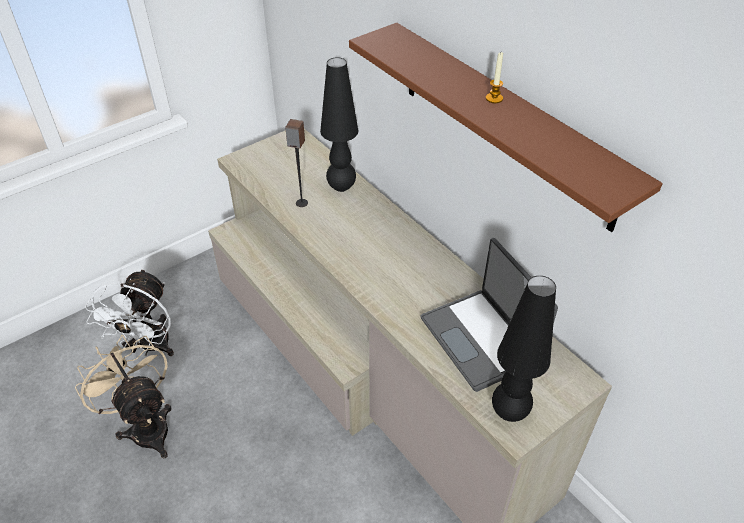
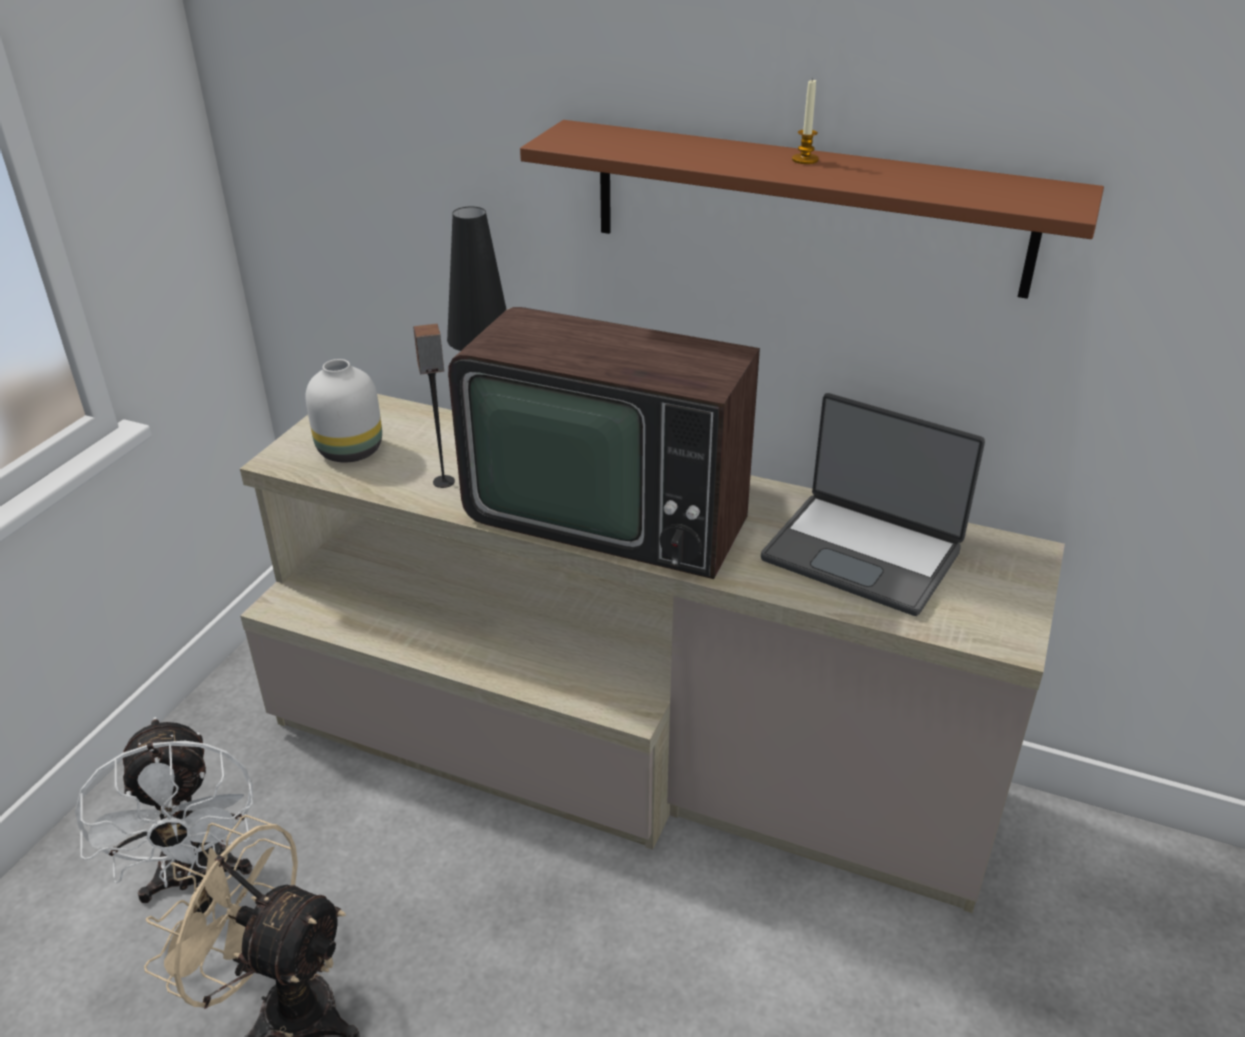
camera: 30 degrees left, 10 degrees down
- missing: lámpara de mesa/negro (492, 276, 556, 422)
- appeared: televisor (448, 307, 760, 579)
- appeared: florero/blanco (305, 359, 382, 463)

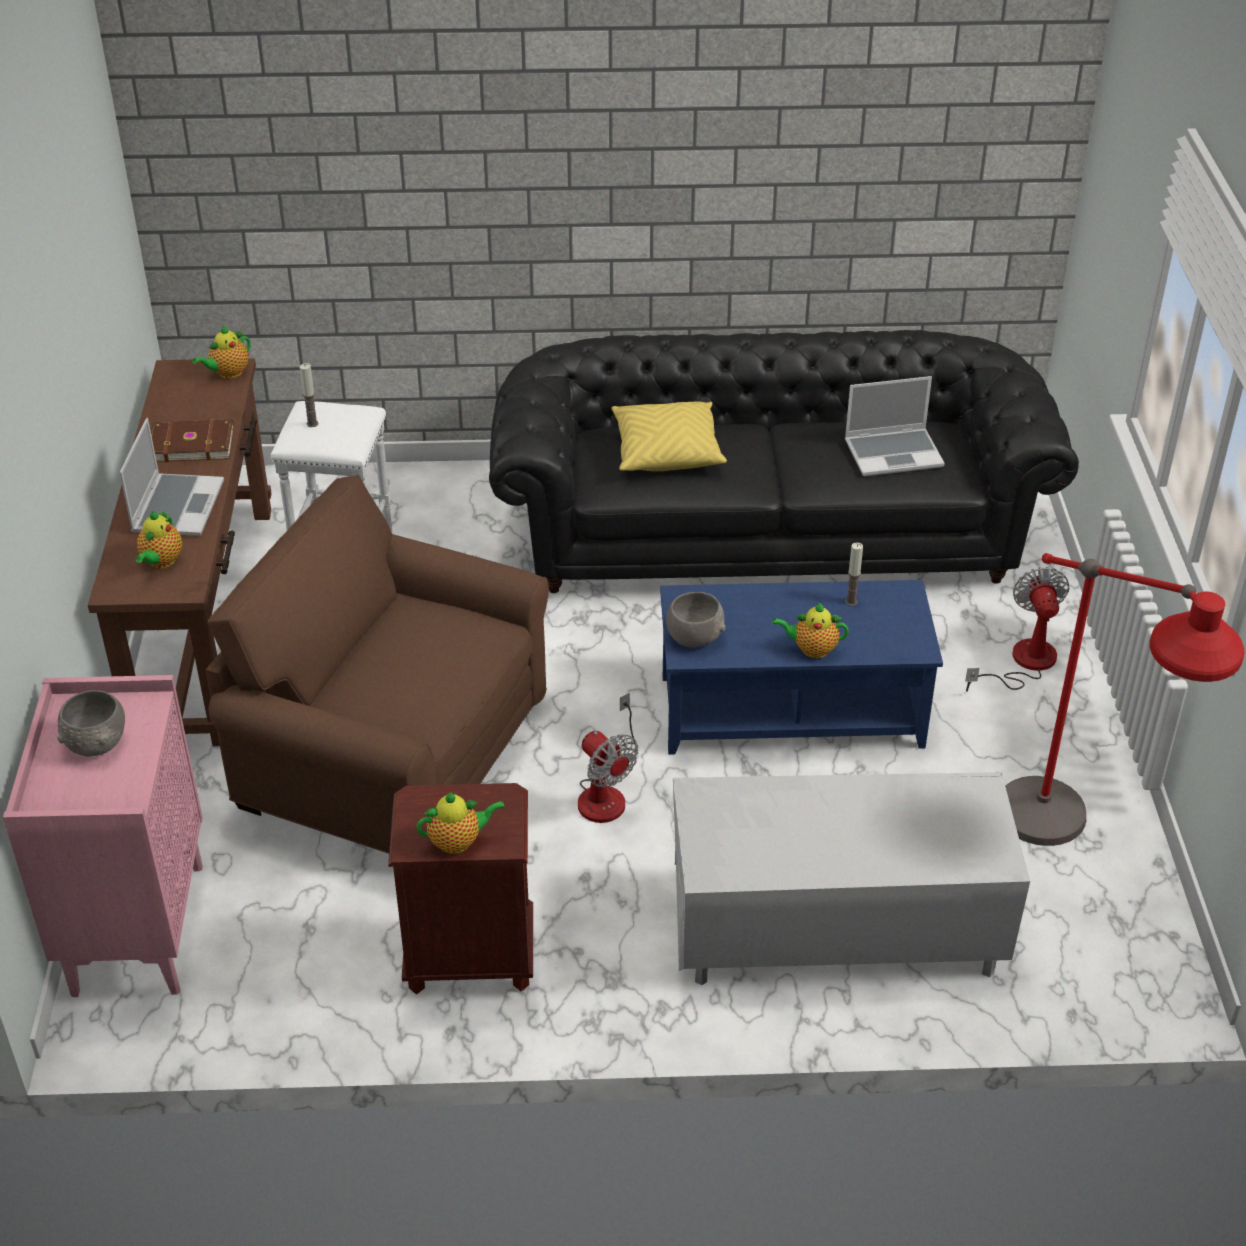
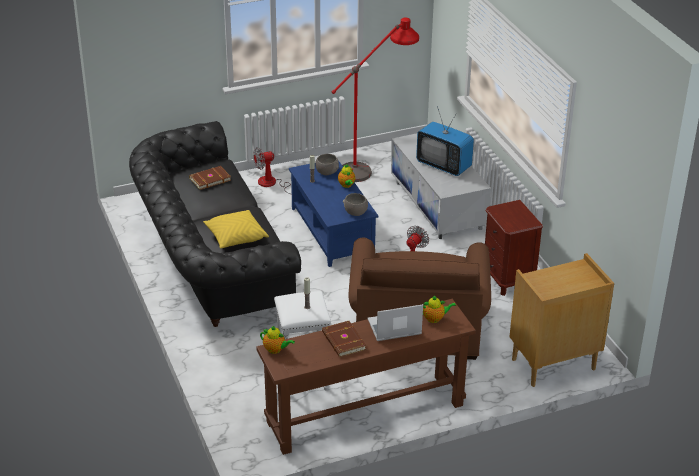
camera: 110 degrees left, 5 degrees down
- exchanged: portátil (845, 376, 945, 476) to libro/marrón (189, 166, 231, 190)
- colour: armario/rosa (3, 675, 203, 997) to armario/marrón (509, 253, 614, 387)
- relocated: cuenco/gris (57, 690, 125, 757) to (315, 154, 339, 175)
- missing: tetera (417, 792, 505, 854)
- appeared: televisor (416, 106, 474, 176)

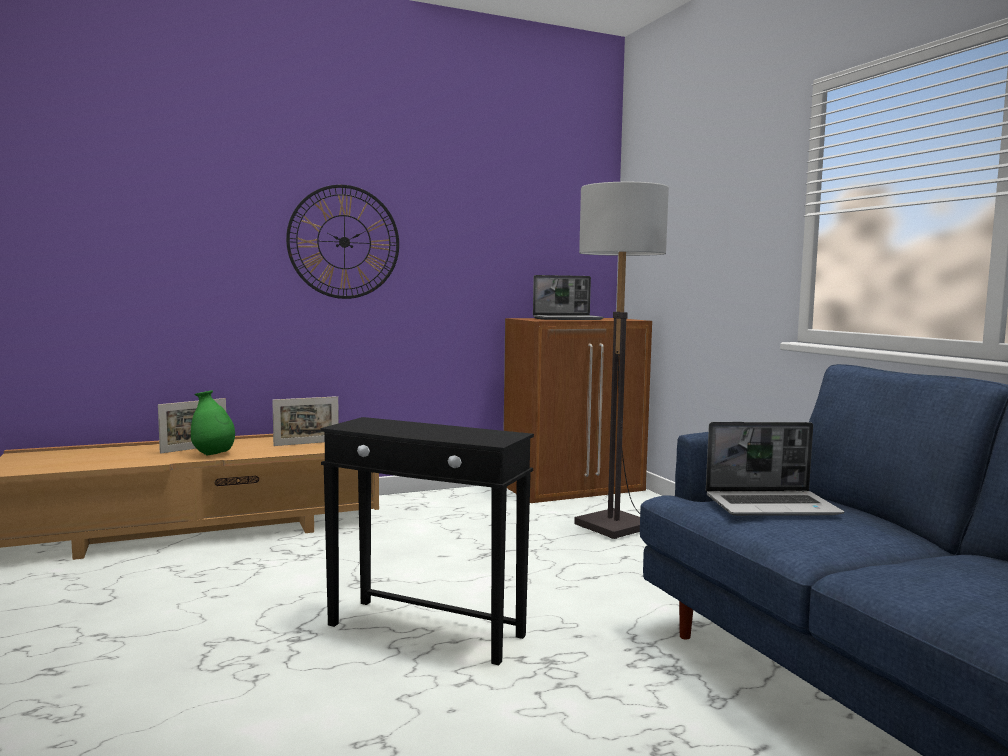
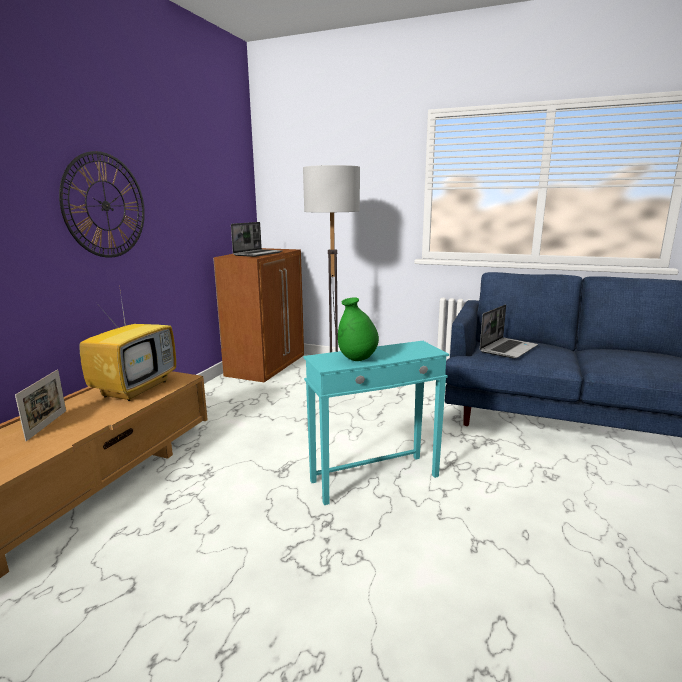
camera: 45 degrees left, 10 degrees up
- relocated: florero/verde (191, 390, 235, 455) to (338, 297, 379, 361)
- exchanged: portarretratos (272, 396, 339, 446) to televisor (79, 285, 176, 401)
- colour: mesa auxiliar/negro (320, 417, 534, 665) to mesa auxiliar/turquesa (304, 341, 449, 505)

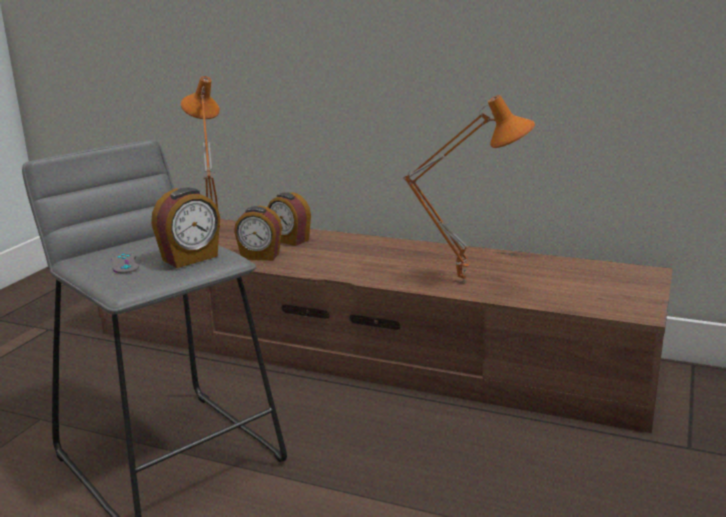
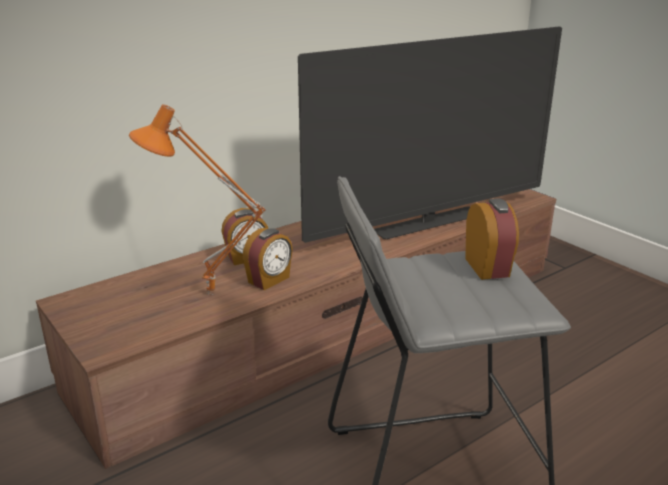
camera: 60 degrees left, 5 degrees up
- exchanged: lámpara de mesa/naranja (403, 95, 535, 283) to televisor (298, 27, 562, 243)
- missing: mando de consola/gris (111, 252, 139, 273)

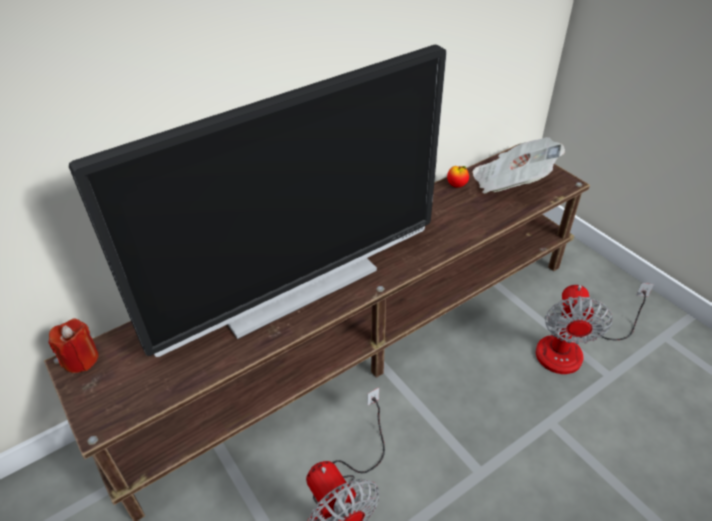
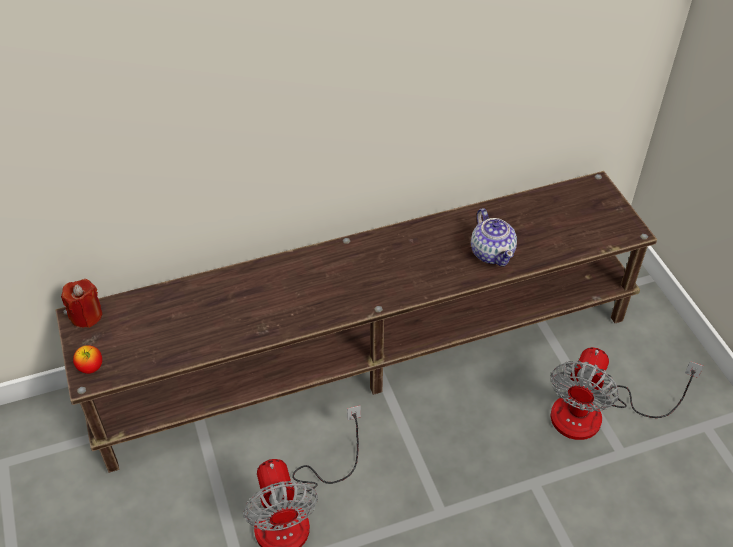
camera: 15 degrees right, 5 degrees up
- missing: televisor (69, 44, 447, 357)
- missing: periódico (472, 137, 565, 194)
- relocated: manzana (447, 166, 469, 188) to (73, 345, 102, 374)
- appeared: tetera (471, 208, 517, 266)

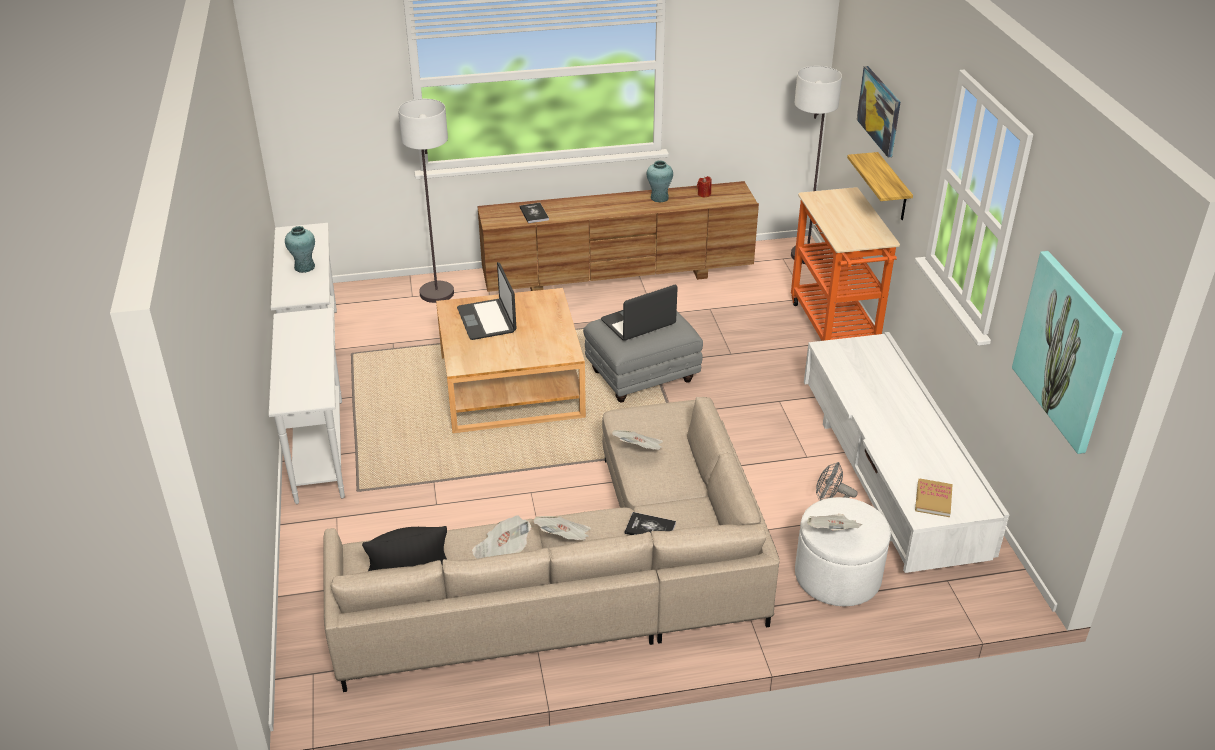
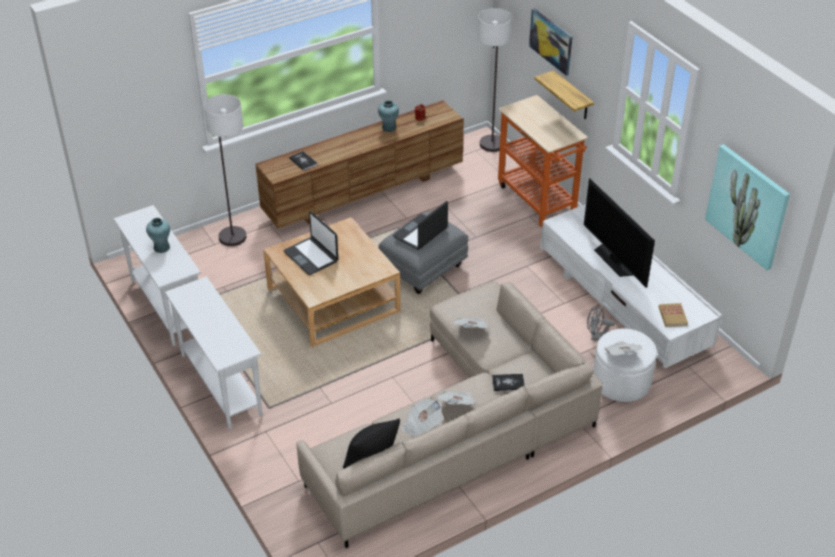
camera: 20 degrees left, 5 degrees up
- appeared: televisor (584, 178, 655, 288)

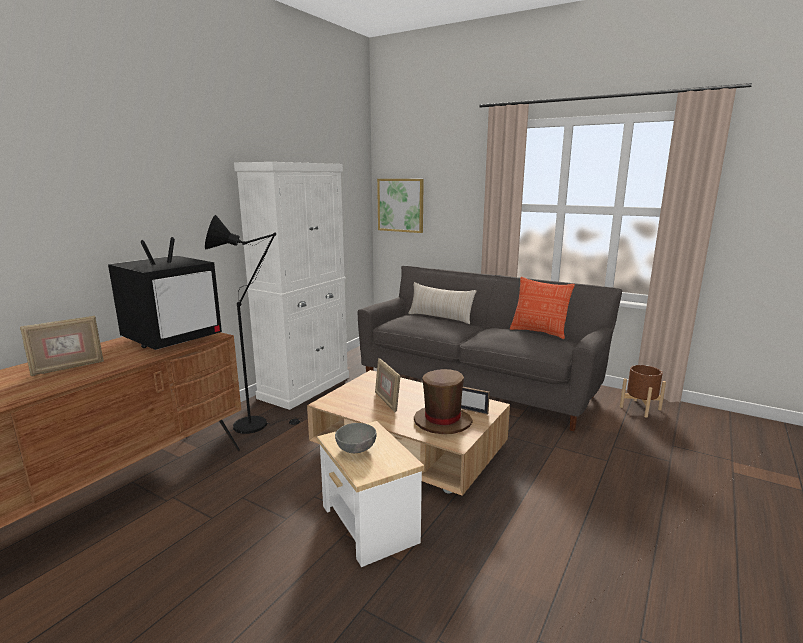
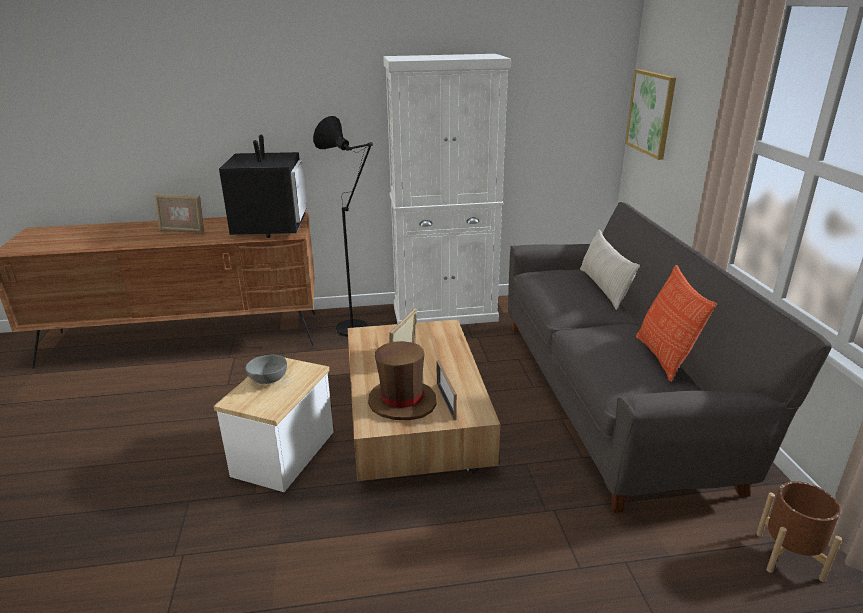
camera: 50 degrees right, 10 degrees up
- spun: televisor (108, 237, 222, 350) = (219, 135, 307, 238) 90 degrees counterclockwise

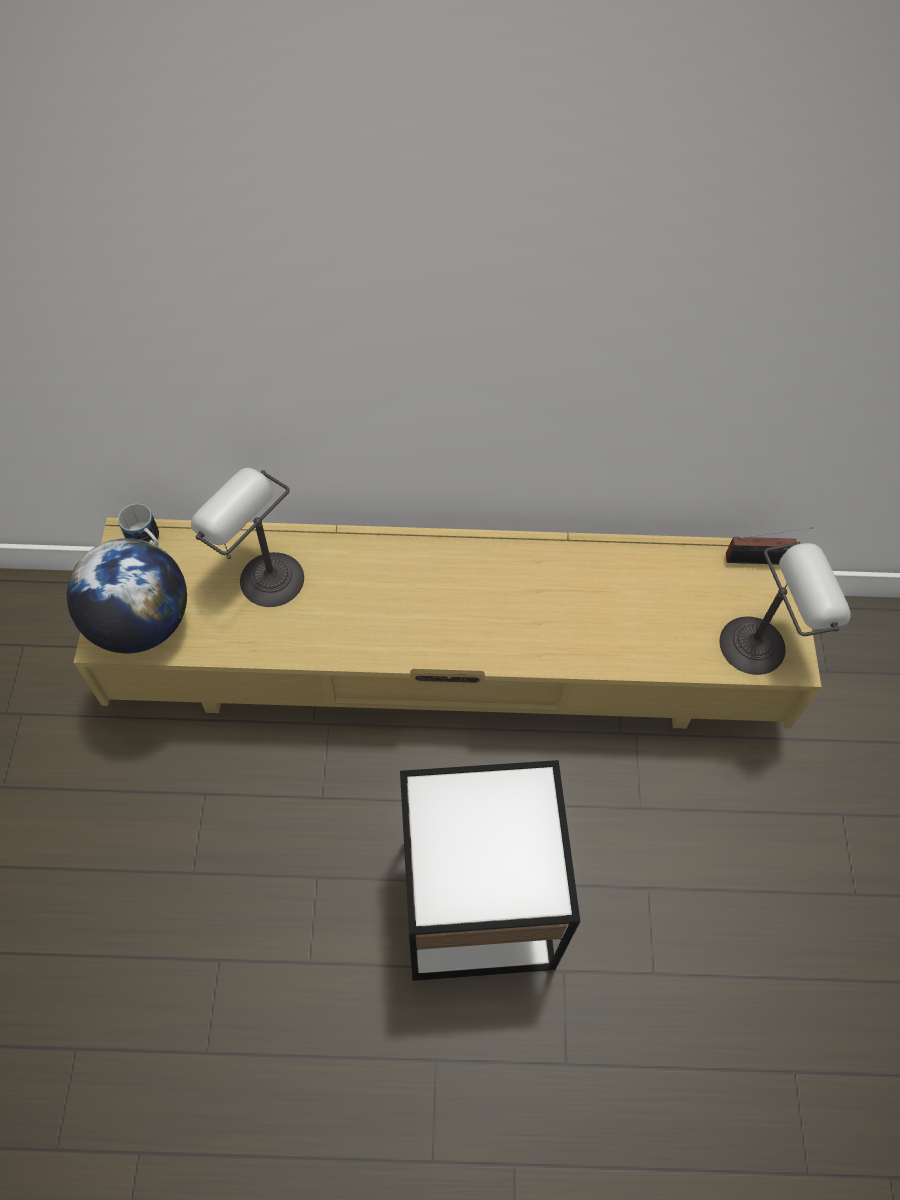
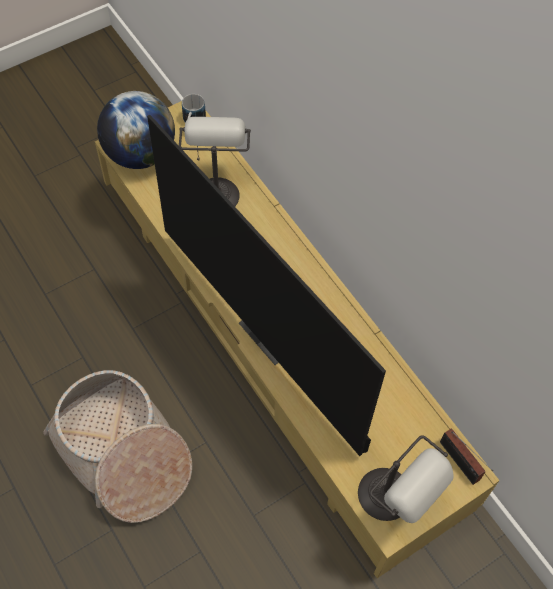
camera: 55 degrees right, 0 degrees up
- exchanged: mesa auxiliar (400, 760, 580, 981) to cesta (43, 370, 192, 523)
- appeared: televisor (147, 115, 386, 456)

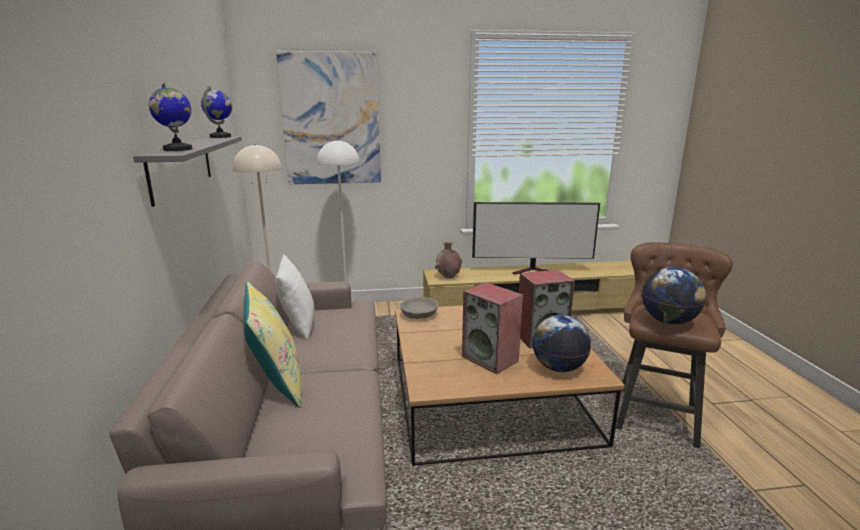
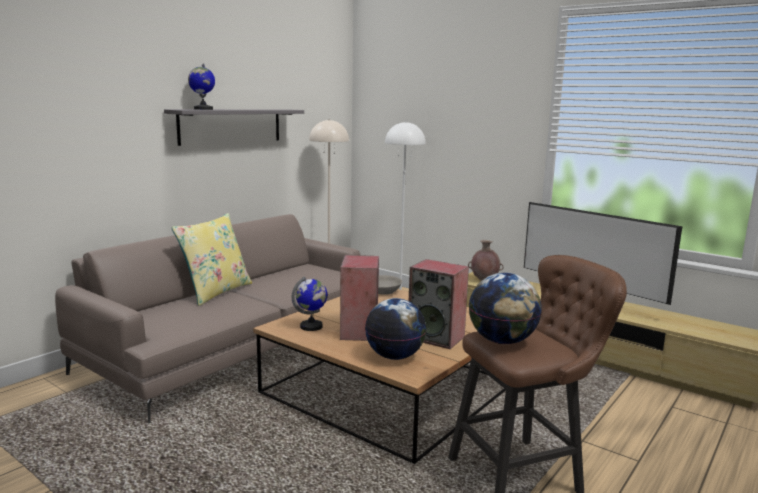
camera: 45 degrees right, 5 degrees down
- missing: cuadro (276, 51, 381, 184)
- relocated: globo terráqueo (201, 86, 232, 138) to (292, 276, 327, 331)
- missing: cojín/blanco (275, 255, 314, 339)

